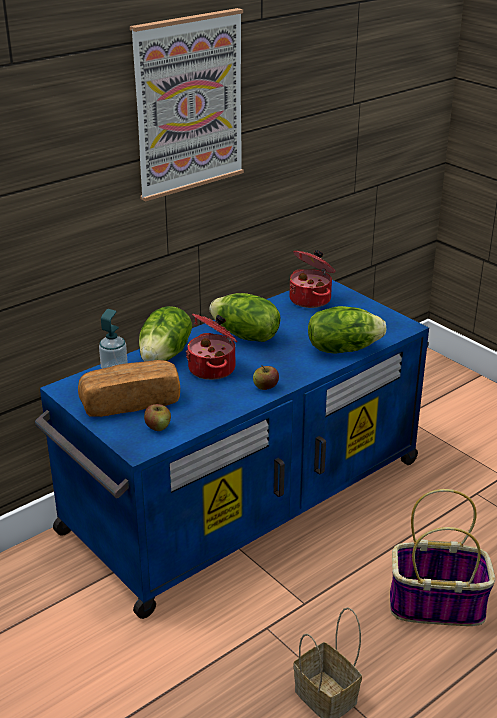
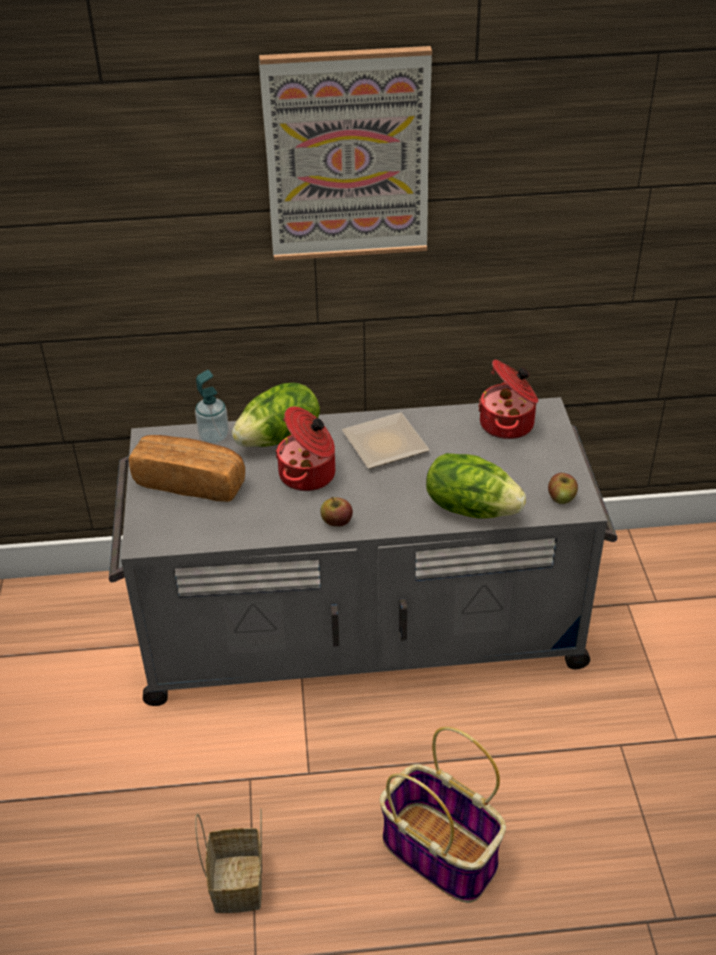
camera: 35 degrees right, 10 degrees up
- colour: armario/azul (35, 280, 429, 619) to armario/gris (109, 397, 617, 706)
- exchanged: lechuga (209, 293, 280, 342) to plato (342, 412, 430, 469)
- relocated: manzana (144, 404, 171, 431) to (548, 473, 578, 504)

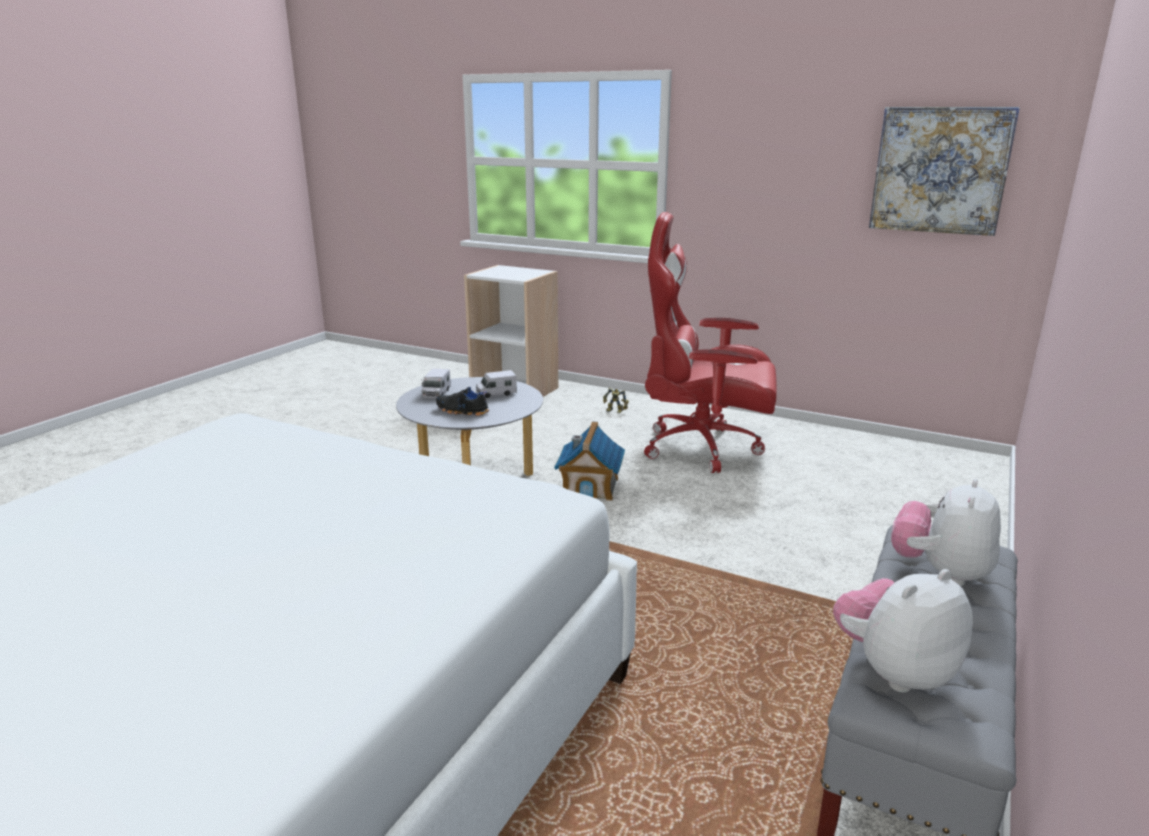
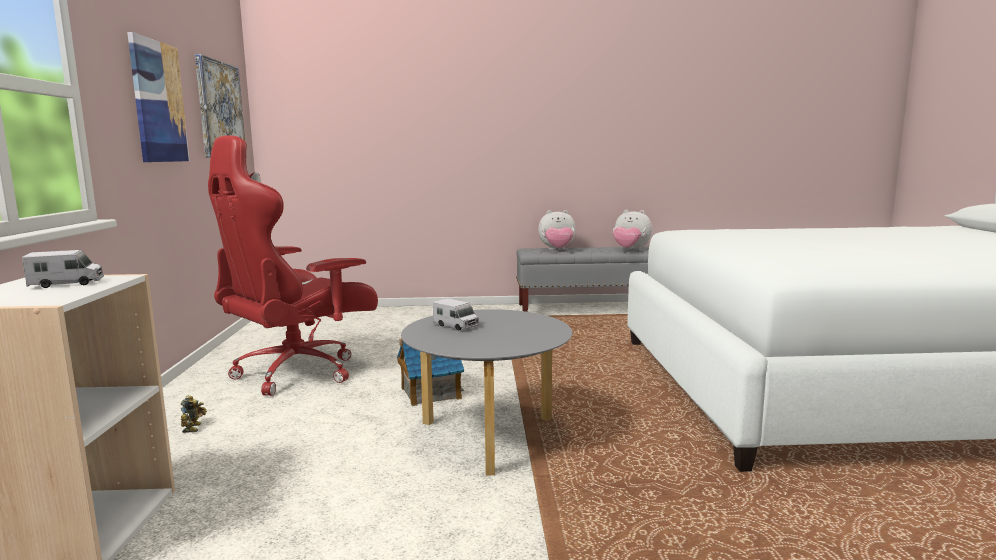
camera: 120 degrees left, 10 degrees down
- spun: silla de oficina/rojo (644, 212, 777, 473) = (208, 135, 378, 396) 60 degrees clockwise
- relocated: camión de juguete (422, 369, 451, 398) to (22, 250, 104, 288)
- missing: zapato/negro (436, 387, 489, 416)
- appeared: cuadro (127, 32, 190, 162)

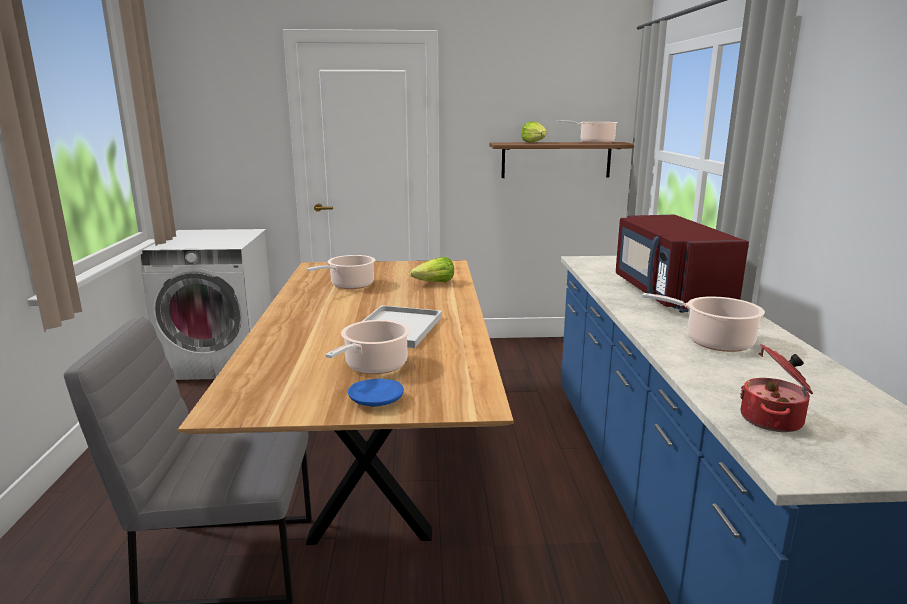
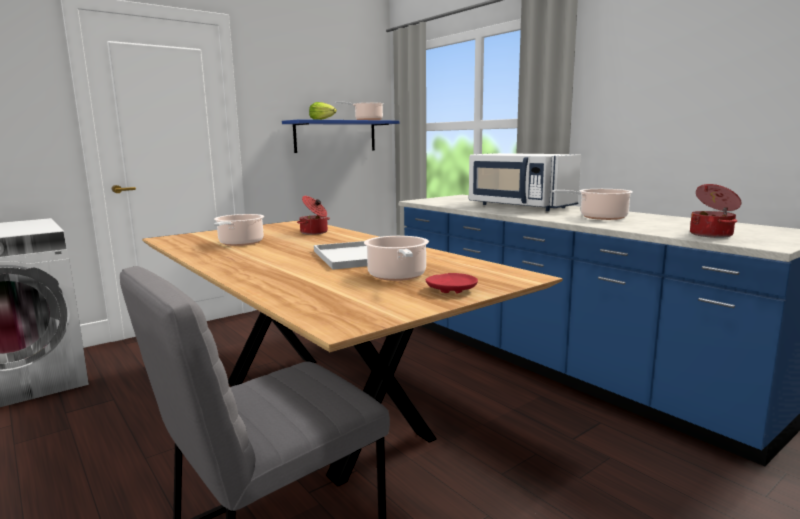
camera: 35 degrees left, 5 degrees down
- colour: estante/marrón (489, 142, 634, 178) to estante/azul (282, 119, 399, 153)
- colour: microondas/rojo (616, 215, 749, 313) to microondas/blanco (469, 153, 581, 211)
- exchanged: lechuga (410, 257, 454, 282) to olla (297, 196, 330, 235)
- colour: plato/azul (348, 379, 404, 407) to plato/rojo (425, 273, 478, 294)

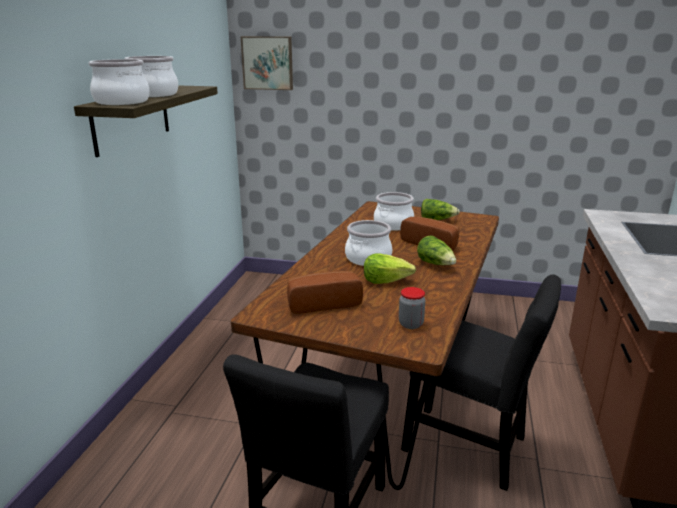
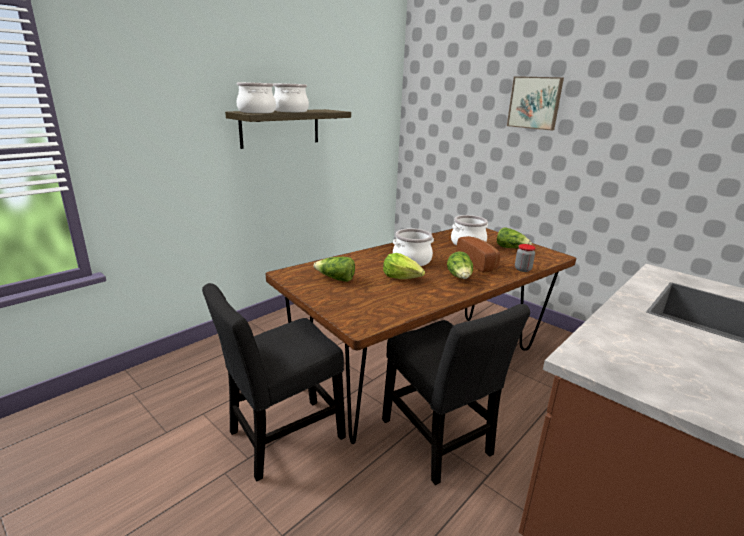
camera: 30 degrees right, 0 degrees up
- relocated: cuadro (241, 36, 293, 90) to (507, 76, 564, 131)
- exchanged: pan (287, 271, 363, 314) to lechuga (314, 257, 355, 282)
- relocated: tarro (399, 287, 425, 329) to (515, 244, 535, 272)

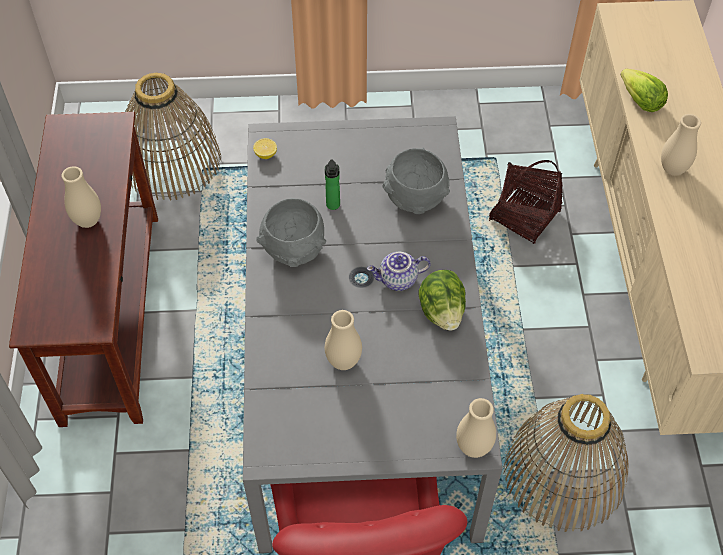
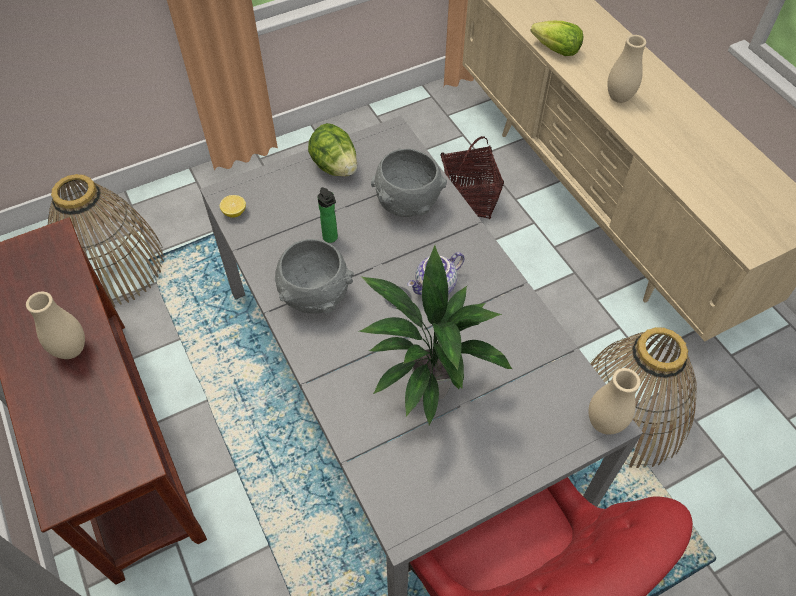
camera: 25 degrees left, 0 degrees up
- relocated: lechuga (419, 270, 466, 331) to (308, 123, 357, 176)
- exchanged: florero/beis (325, 310, 362, 370) to planta en maceta (359, 245, 512, 425)

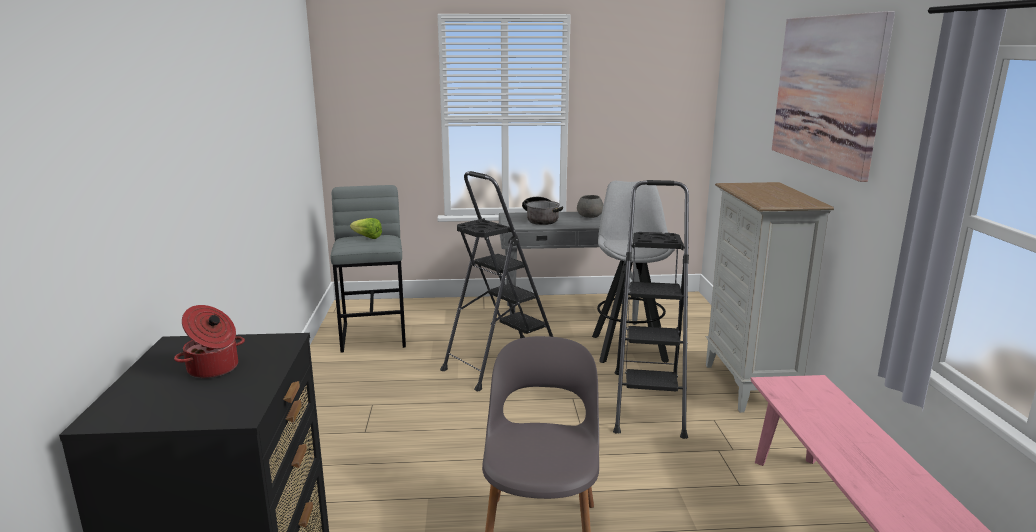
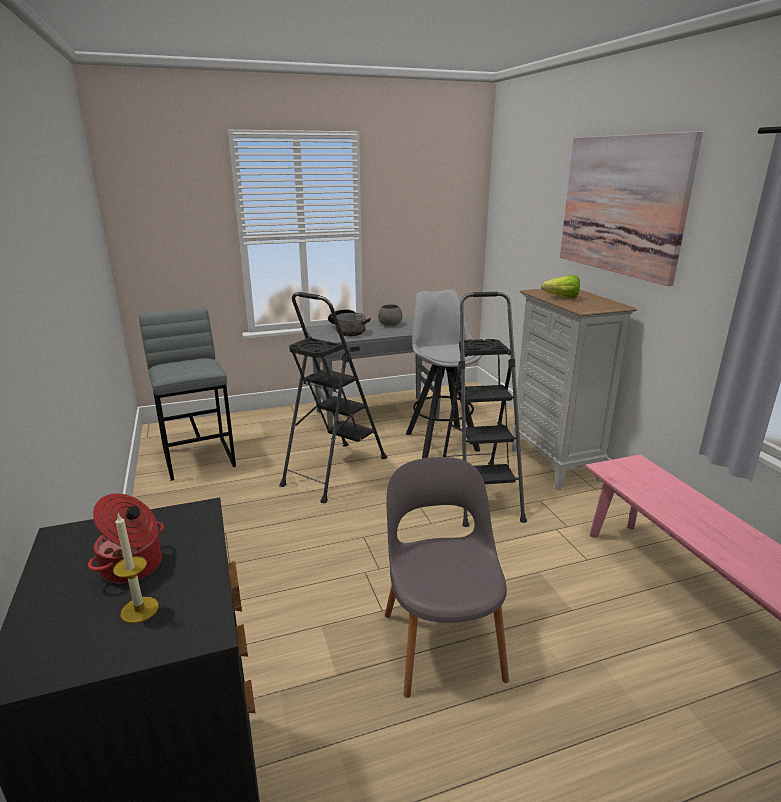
camera: 15 degrees left, 5 degrees up
- relocated: lechuga (350, 218, 382, 239) to (541, 275, 580, 298)
- appeared: vela (113, 514, 158, 623)

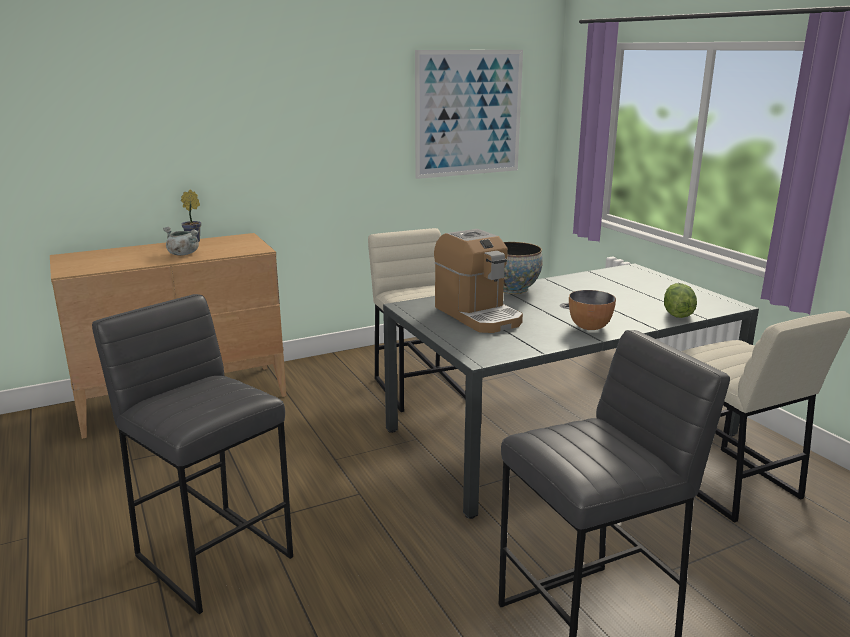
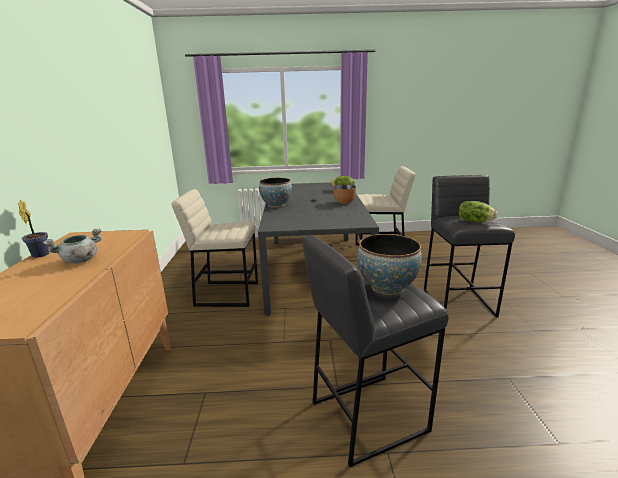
camera: 65 degrees left, 0 degrees up
- missing: cuadro (415, 50, 523, 179)
- missing: cafetera (434, 229, 523, 333)
- appeared: lechuga (458, 201, 497, 222)
- appeared: cuenco (357, 234, 422, 295)

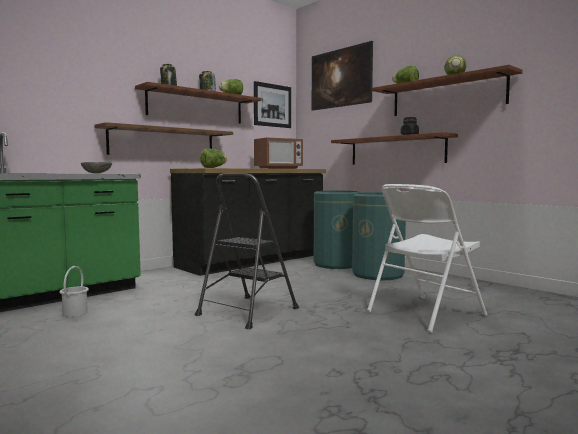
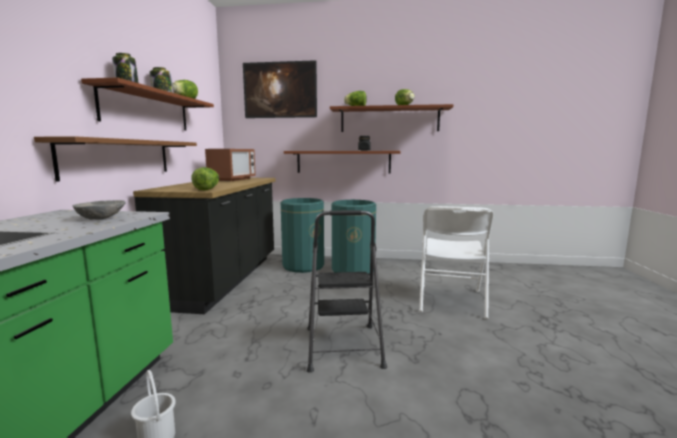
camera: 40 degrees left, 5 degrees up
- missing: cuadro (254, 81, 291, 128)

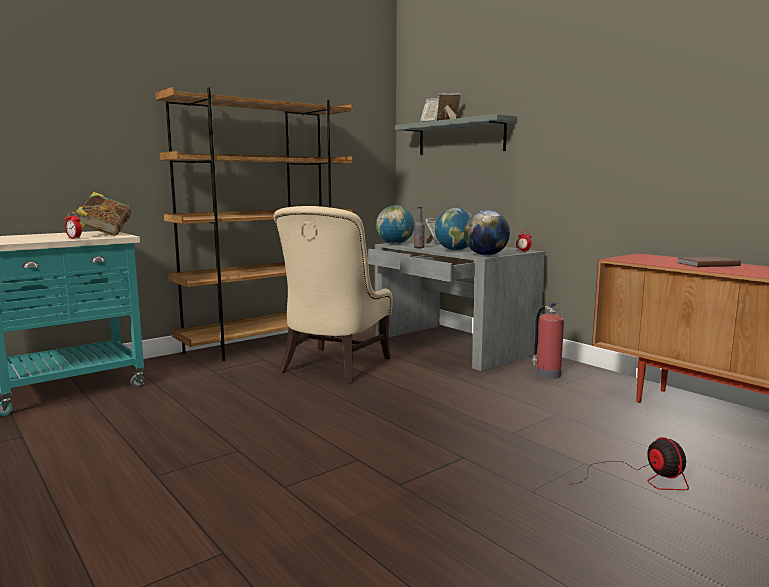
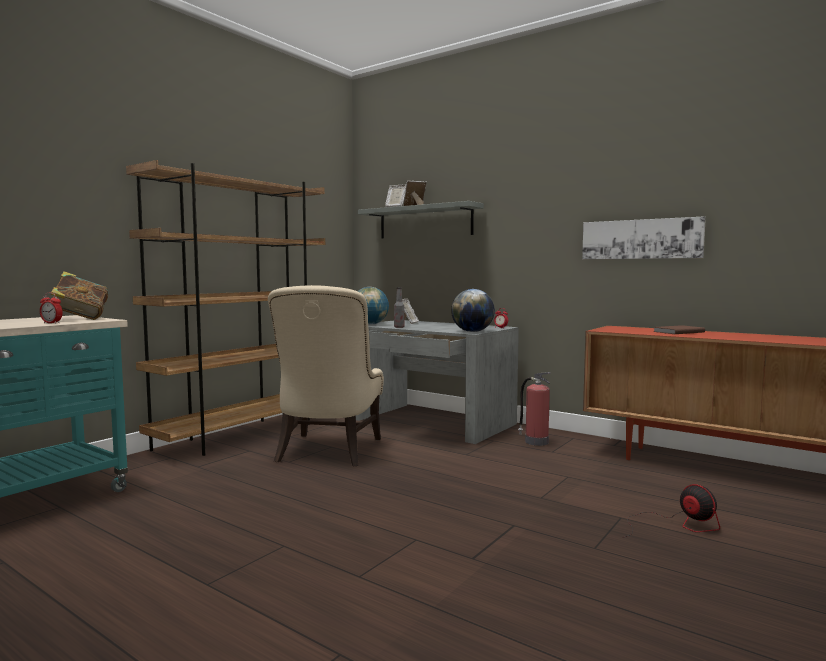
camera: 15 degrees left, 5 degrees down
- missing: globo terráqueo (435, 208, 472, 250)
- appeared: cuadro (582, 216, 706, 259)

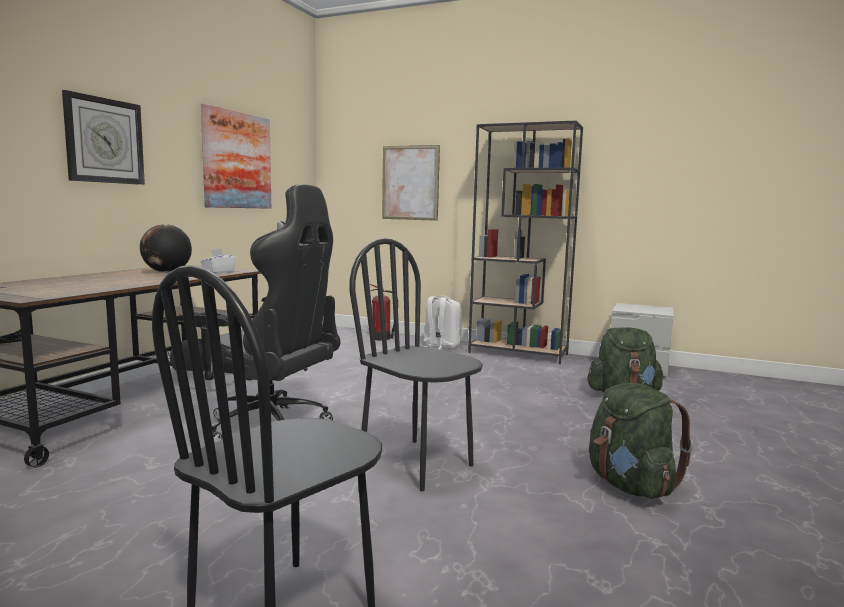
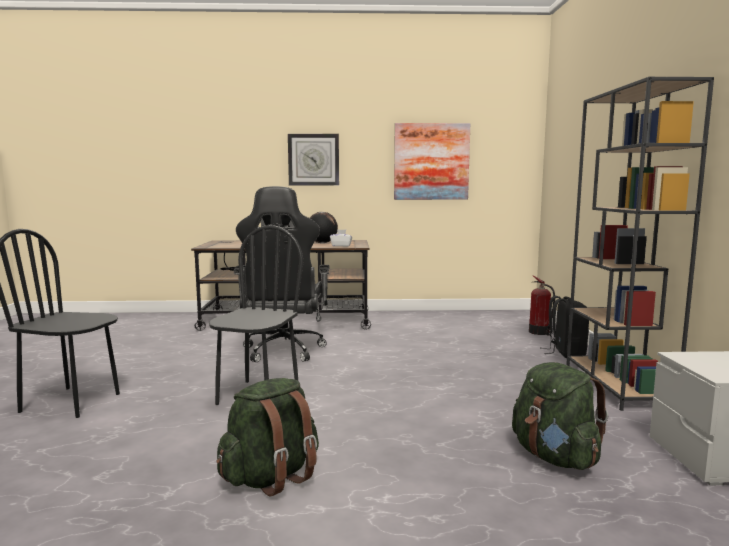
camera: 65 degrees right, 0 degrees up
- missing: cuadro (382, 145, 440, 221)
- colour: mochila/blanco (423, 295, 462, 350) to mochila/negro (542, 296, 589, 358)

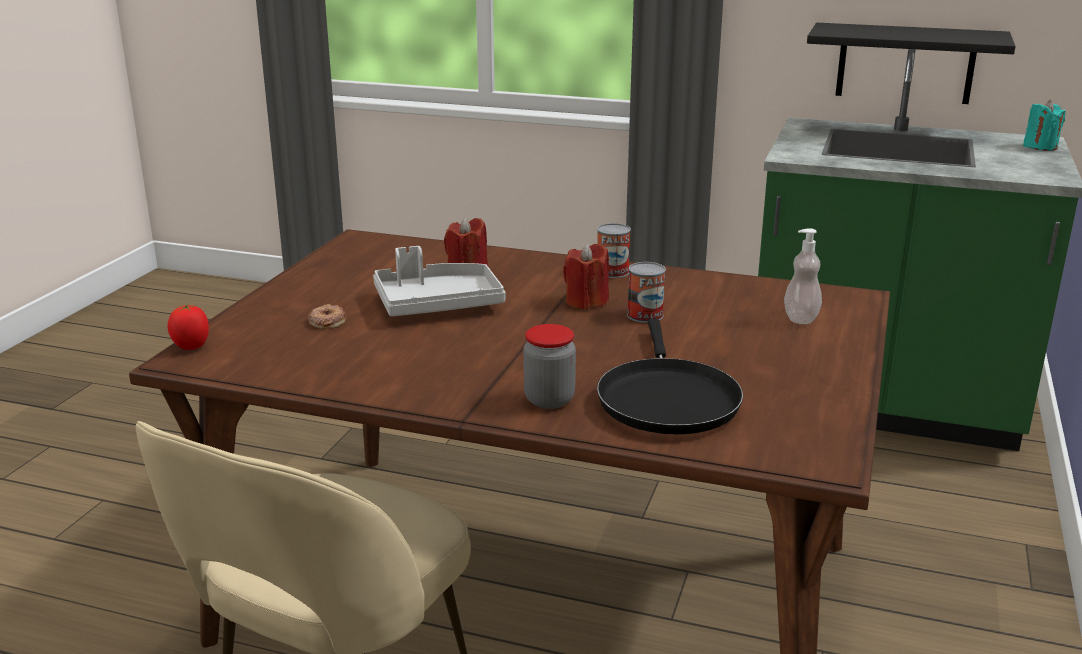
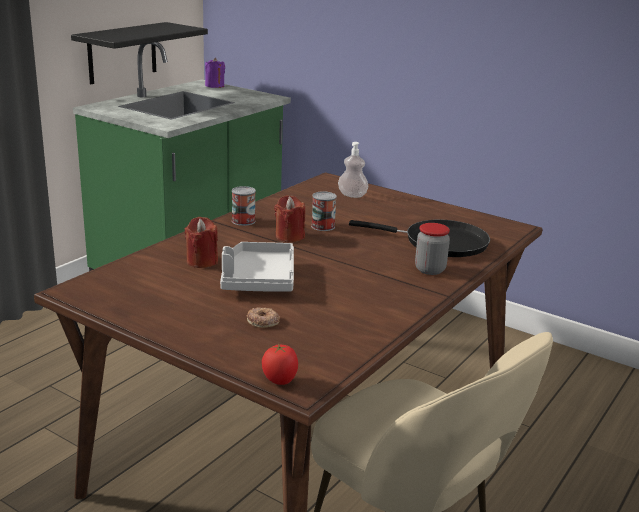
camera: 75 degrees left, 0 degrees up
- colour: vela/turquesa (1023, 100, 1066, 151) to vela/morado (205, 58, 225, 88)

